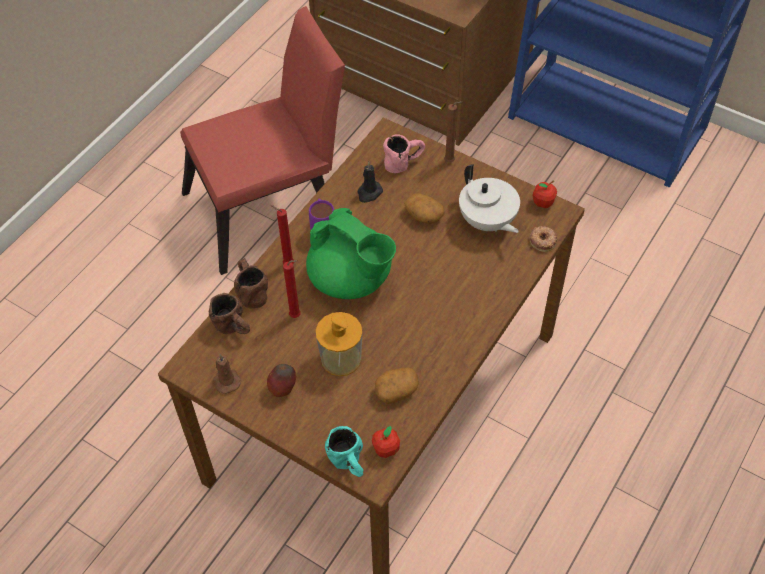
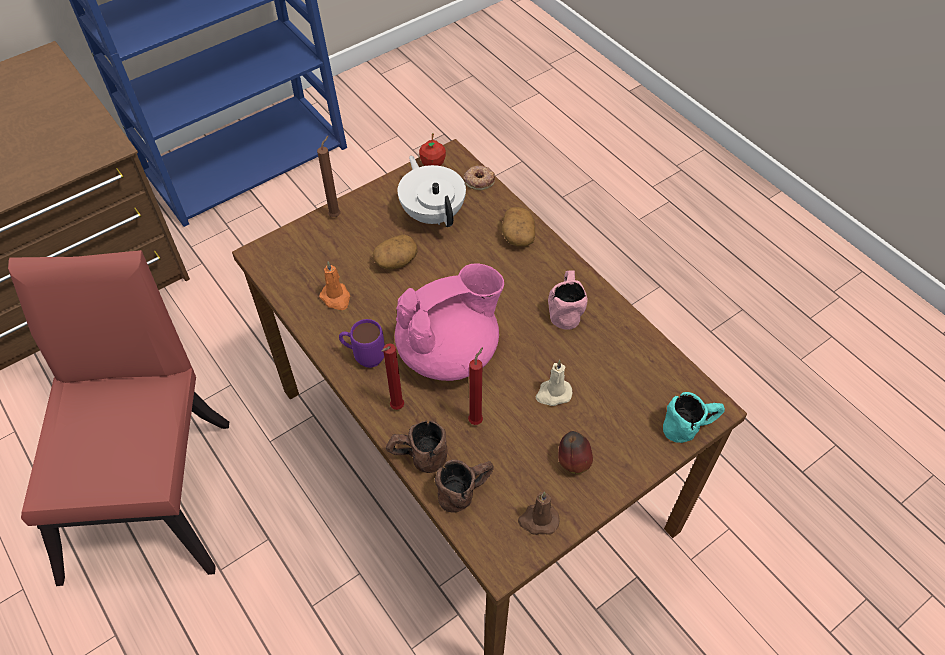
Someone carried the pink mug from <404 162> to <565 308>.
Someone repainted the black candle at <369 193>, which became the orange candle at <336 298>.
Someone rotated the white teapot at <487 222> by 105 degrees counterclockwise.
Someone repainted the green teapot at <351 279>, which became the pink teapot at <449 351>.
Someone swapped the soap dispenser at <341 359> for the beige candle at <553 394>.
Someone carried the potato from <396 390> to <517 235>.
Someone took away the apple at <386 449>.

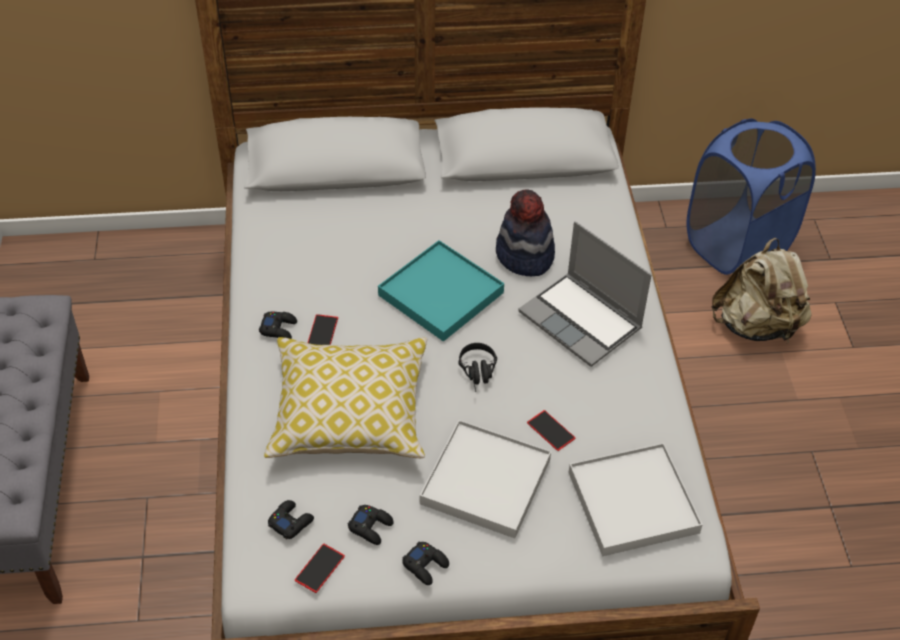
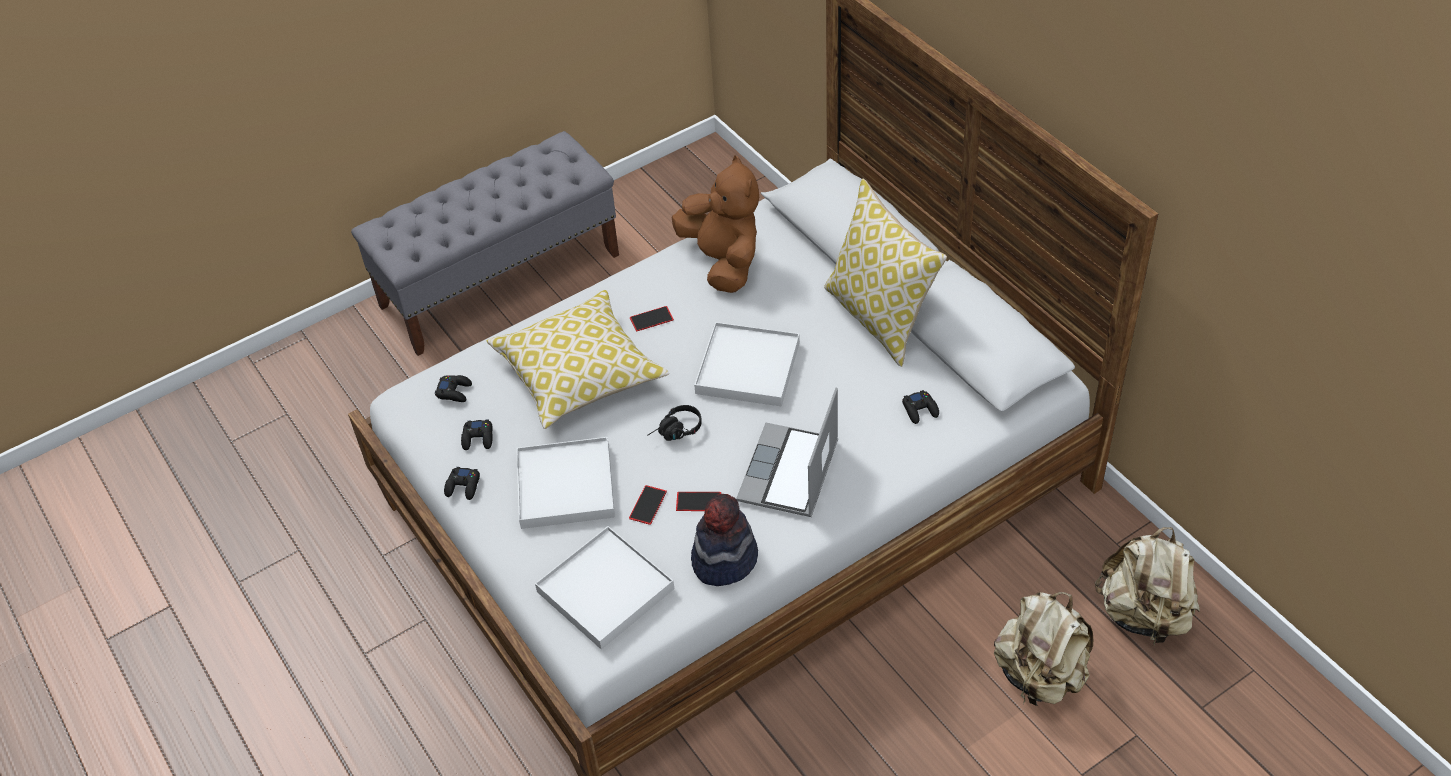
Someone swapped the blue laundry basket at <737 246> for the beige backpack at <1144 614>.
Someone carried the hat from <524 256> to <724 559>.
Someone repainted the turquoise tray at <441 293>, which became the white tray at <748 367>.
Someone carried the black game controller from <279 328> to <920 410>.
Someone carried the phone from <320 568> to <698 501>.
Someone put down the brown plush toy at <723 261>.
Someone put down the pillow at <880 318>.

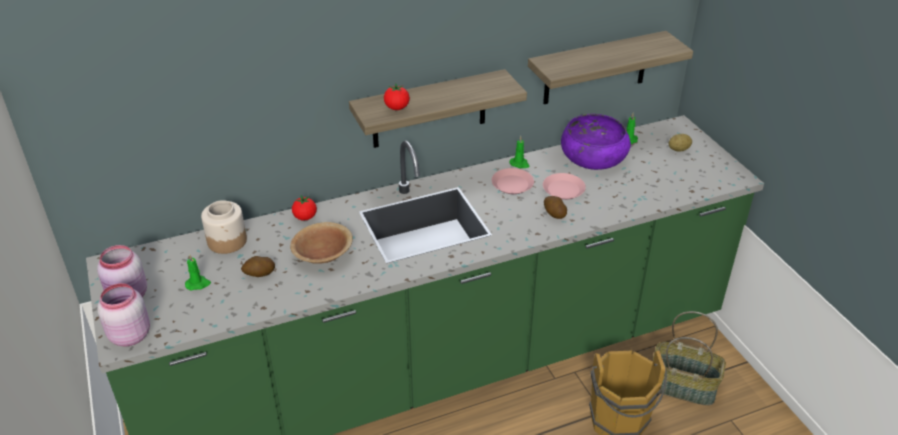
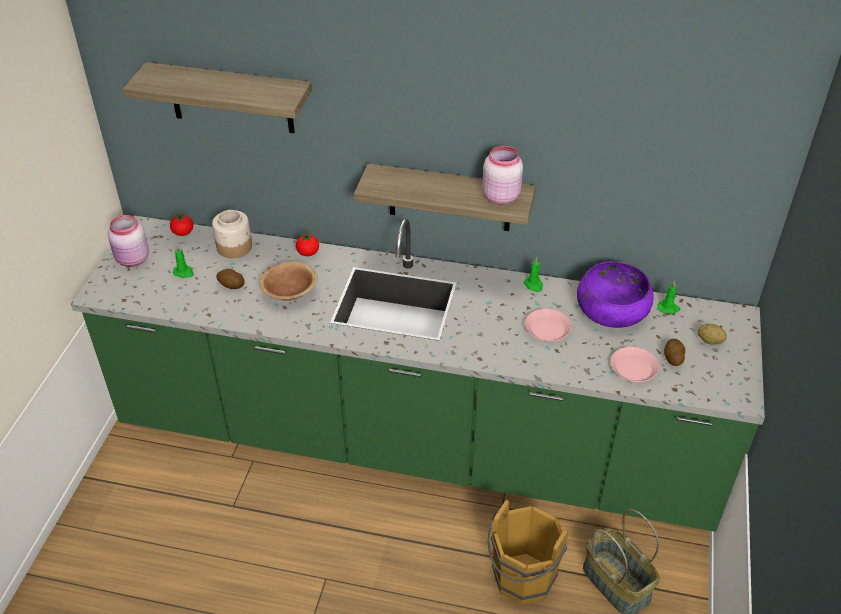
Someone carried the shelf from <596 68> to <231 98>.
Someone carried the tomato from <397 108> to <183 233>.
Someone carried the pink plate from <512 185> to <633 368>.
Someone carried the potato from <554 213> to <673 358>.
Someone carried the pink jar from <129 335> to <500 196>.

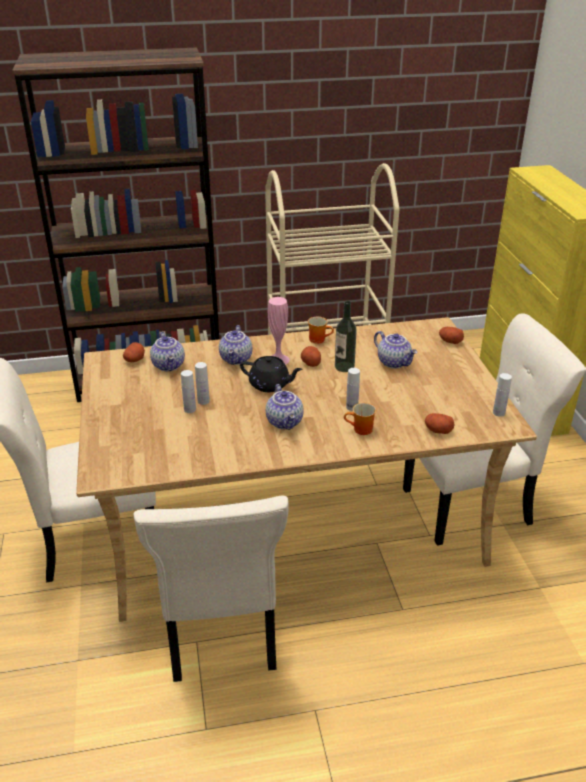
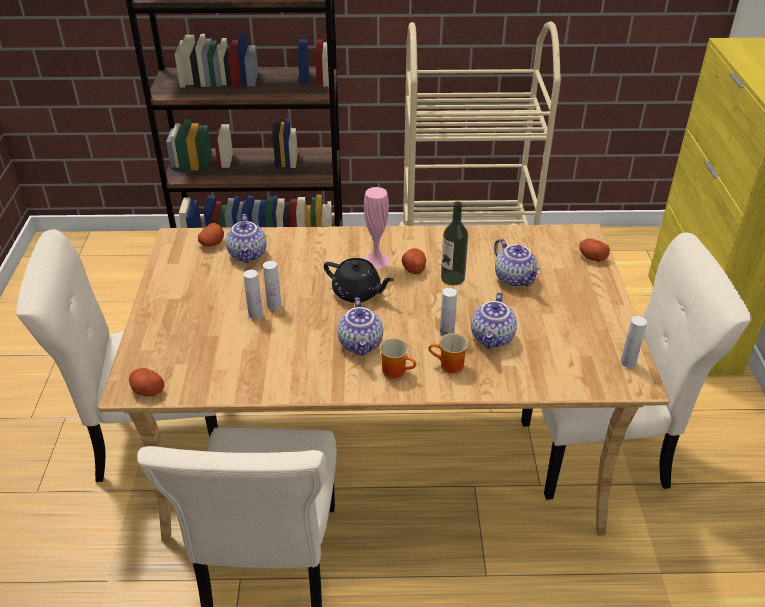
Someone carried the mug from <319 339> to <397 370>.
Someone carried the teapot from <237 359> to <493 338>.
Someone carried the potato from <437 430> to <147 390>.

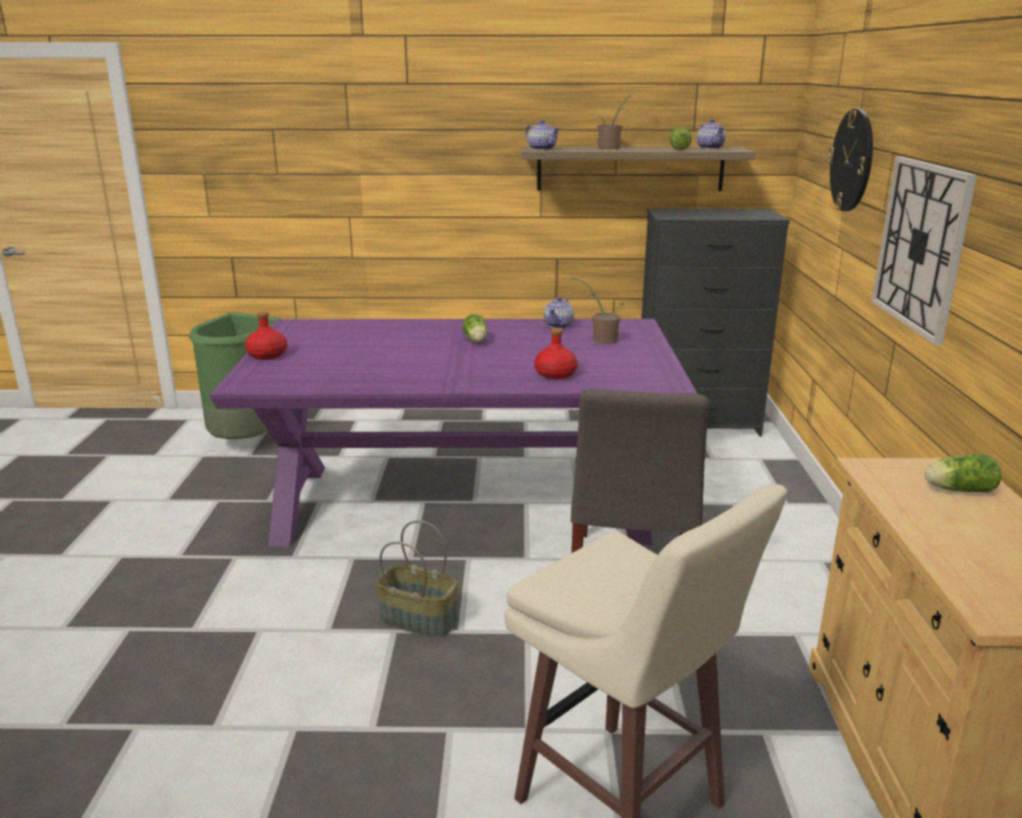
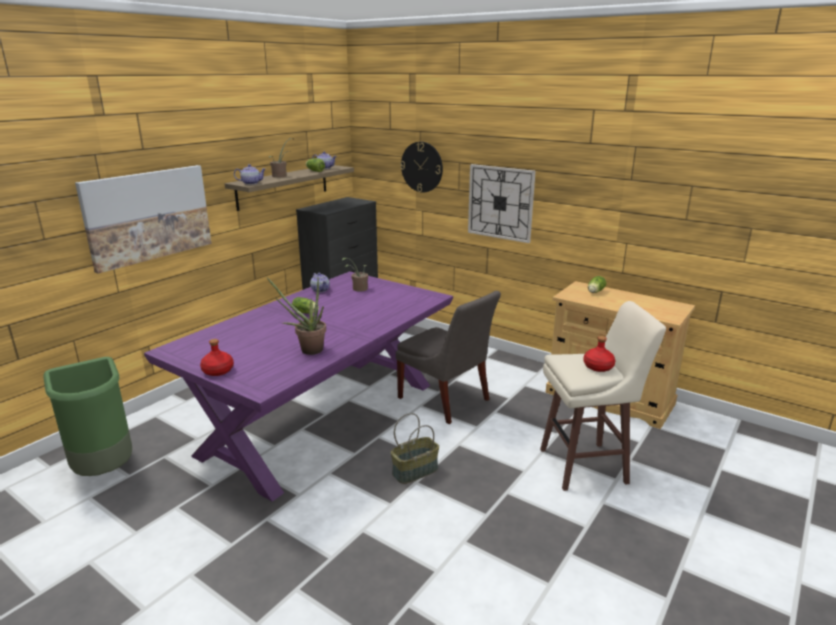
Someone carried the red bottle from <555 374> to <598 367>.
Someone put up the picture at <148 215>.
Someone put down the potted plant at <307 350>.

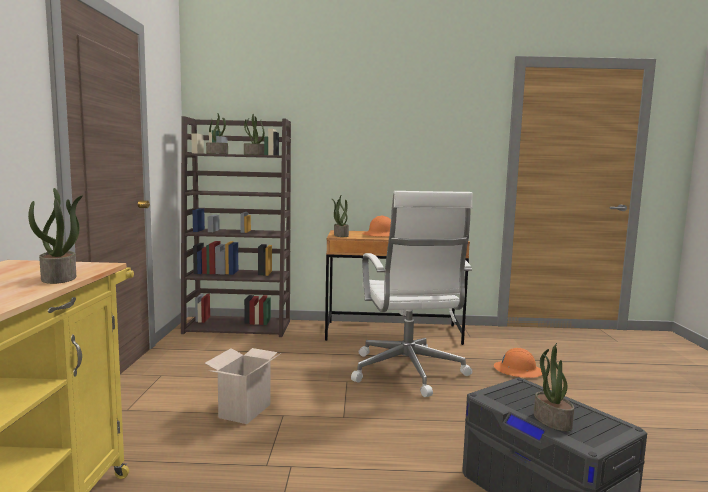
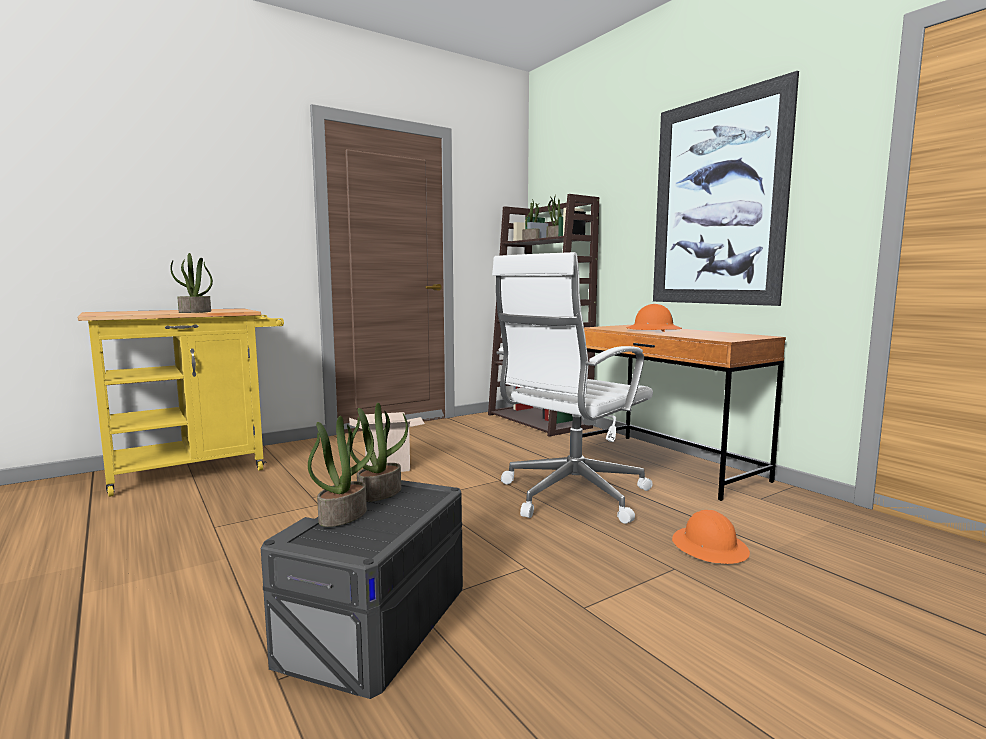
Someone carried the potted plant from <340 235> to <379 493>.
Someone put up the picture at <717 201>.

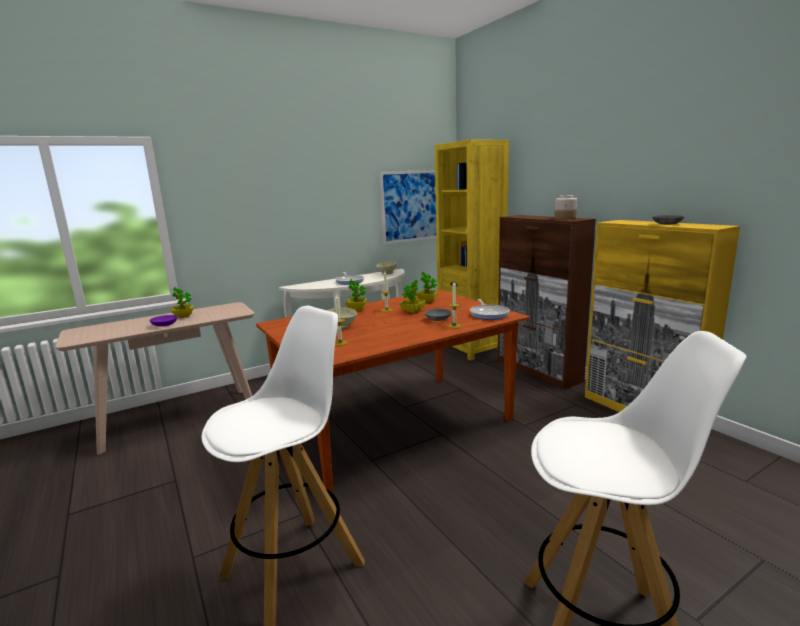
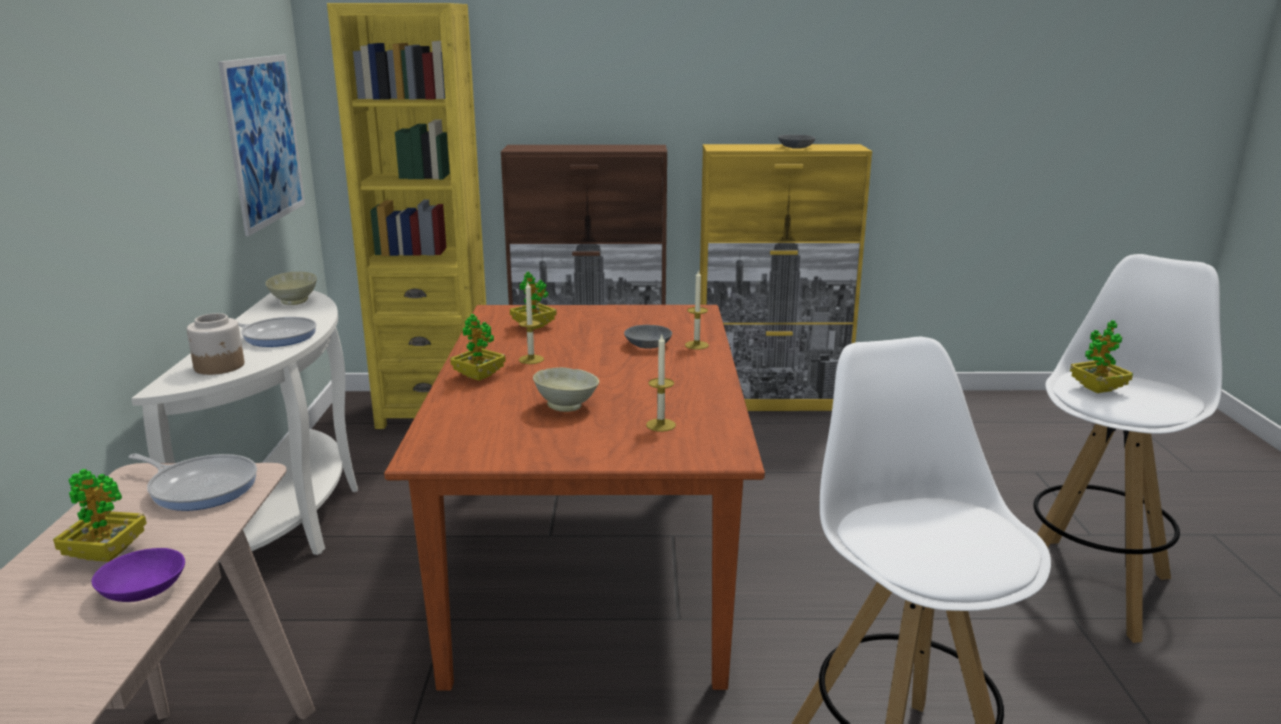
Someone carried the jar from <565 218> to <220 366>.
Someone carried the potted plant from <413 311> to <1097 388>.
Someone carried the frying pan from <489 314> to <200 487>.

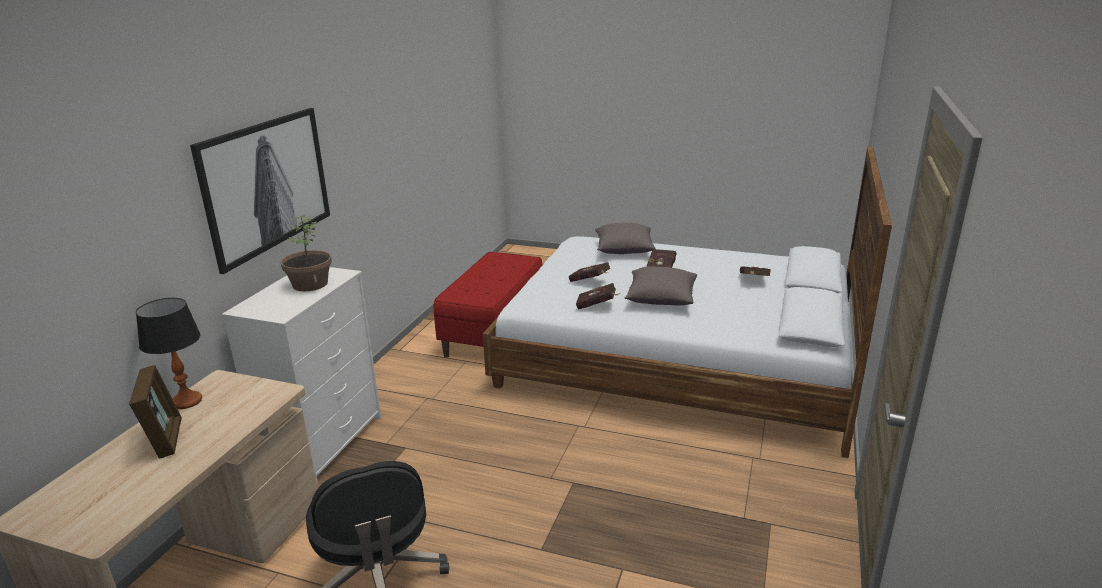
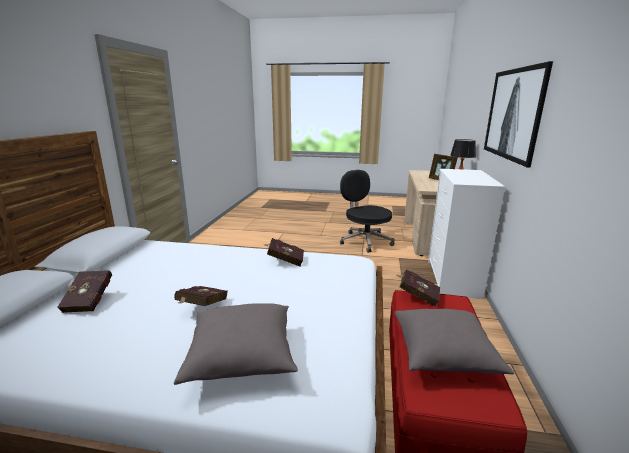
Someone took away the potted plant at <309 284>.
Someone carried the red book from <590 282> to <417 296>.
Someone carried the grey pillow from <660 299> to <444 355>.

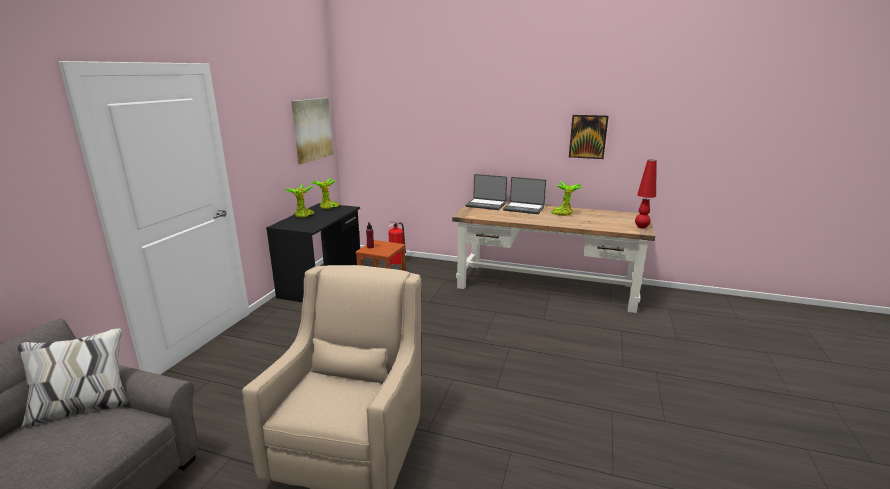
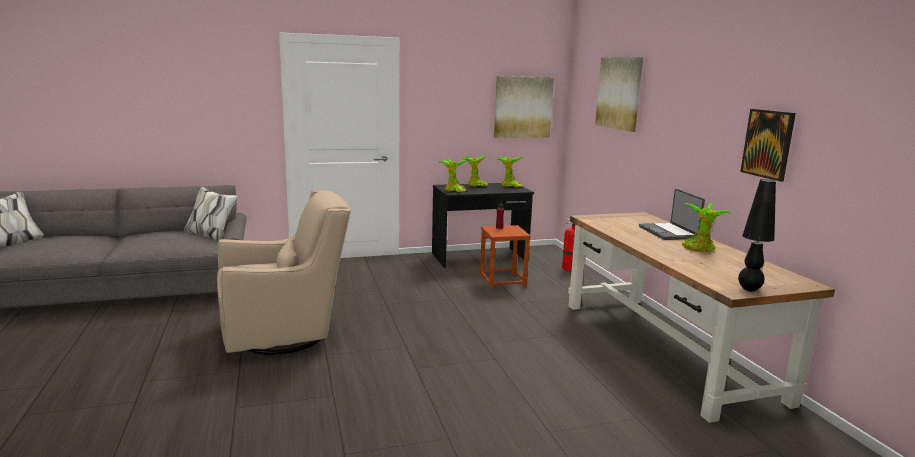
Someone repainted the red table lamp at <641 227>, which became the black table lamp at <749 289>.
Someone took away the laptop at <486 205>.
Someone put up the picture at <619 93>.
Someone put down the potted plant at <453 190>.

